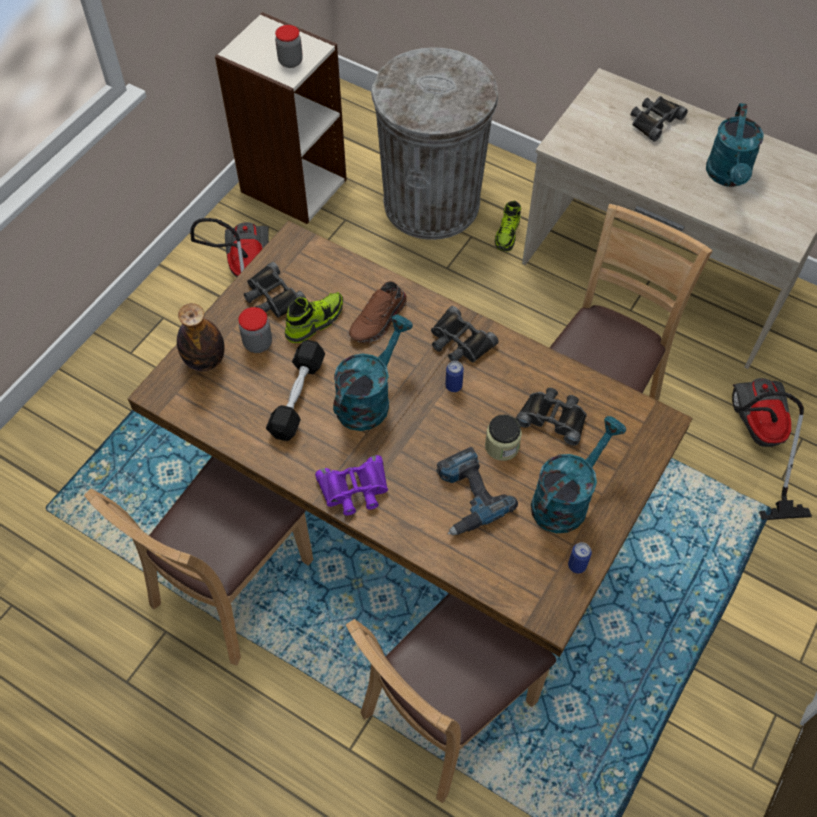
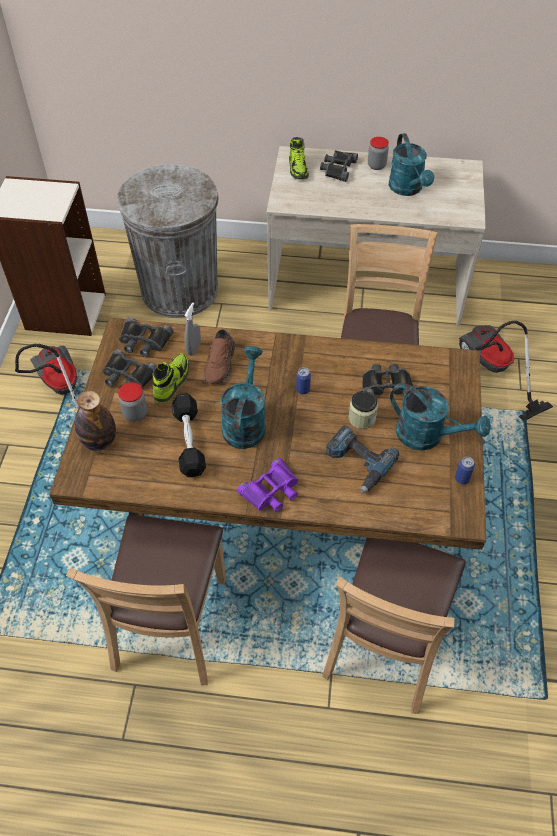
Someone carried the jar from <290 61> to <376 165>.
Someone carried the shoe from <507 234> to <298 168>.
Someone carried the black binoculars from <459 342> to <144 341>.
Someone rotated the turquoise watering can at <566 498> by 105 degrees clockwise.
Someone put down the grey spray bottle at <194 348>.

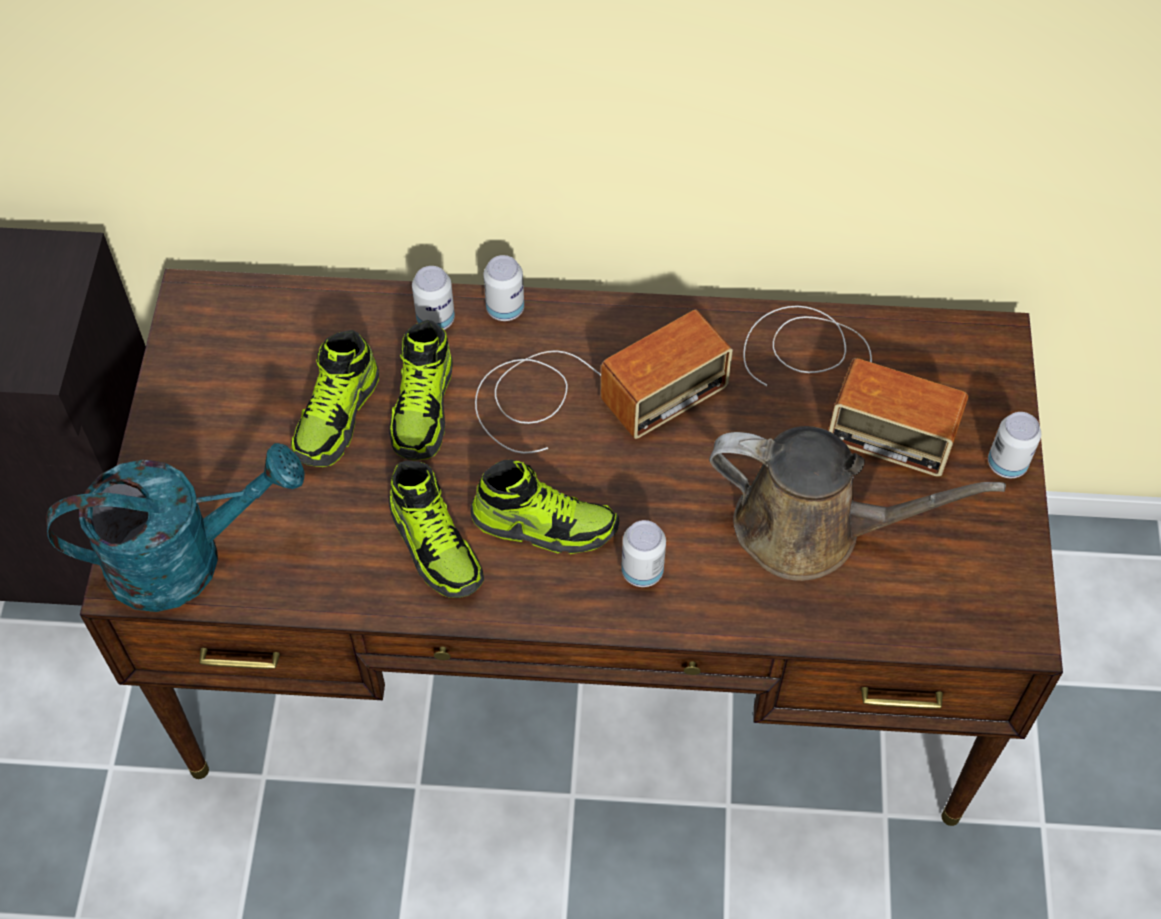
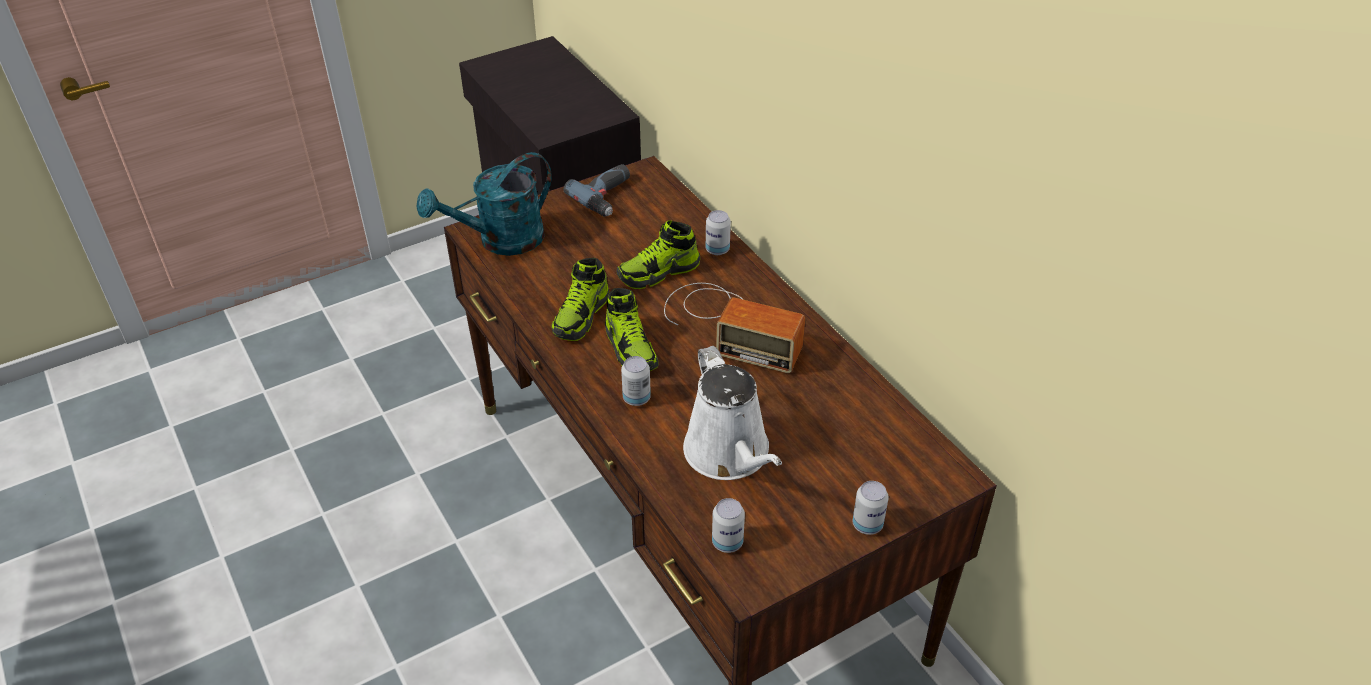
Someone carried the can from <505 309> to <727 542>.
Someone took away the radio at <844 385>.
Someone took away the shoe at <337 417>.
Someone repainted the brown watering can at <811 529>, which became the white watering can at <730 455>.
Someone rotated the turquoise watering can at <185 557> by 105 degrees clockwise.
Someone put down the power drill at <608 196>.

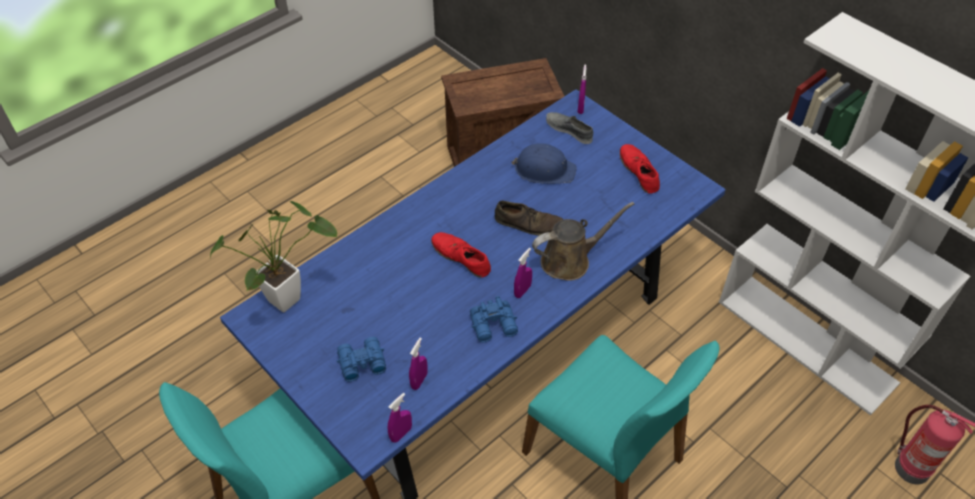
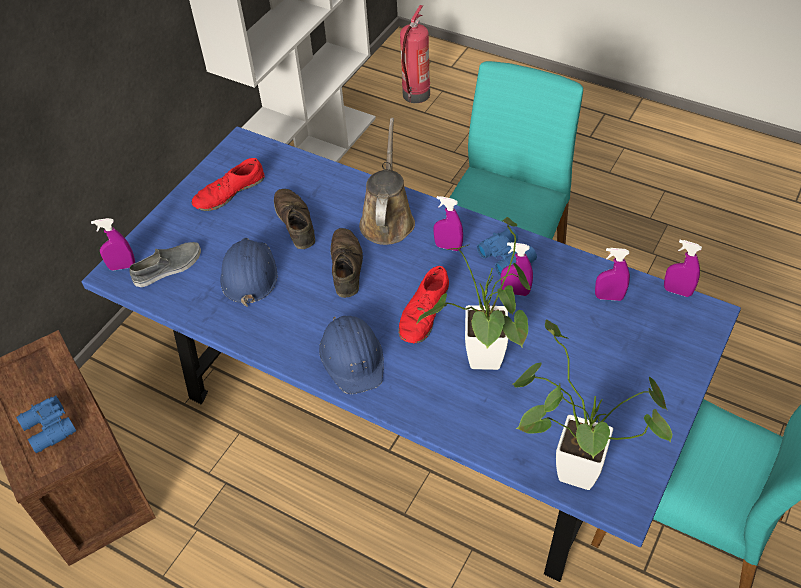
Someone rotated the grey shoe at <569 130> by 150 degrees counterclockwise.
Someone rotated the brown watering can at <570 260> by 45 degrees clockwise.
Someone carried the blue binoculars from <361 362> to <48 430>.
Someone put down the brown shoe at <295 222>.
Someone put down the potted plant at <484 366>.
Someone put down the purple spray bottle at <515 292>.
Someone put down the blue hard hat at <353 357>.

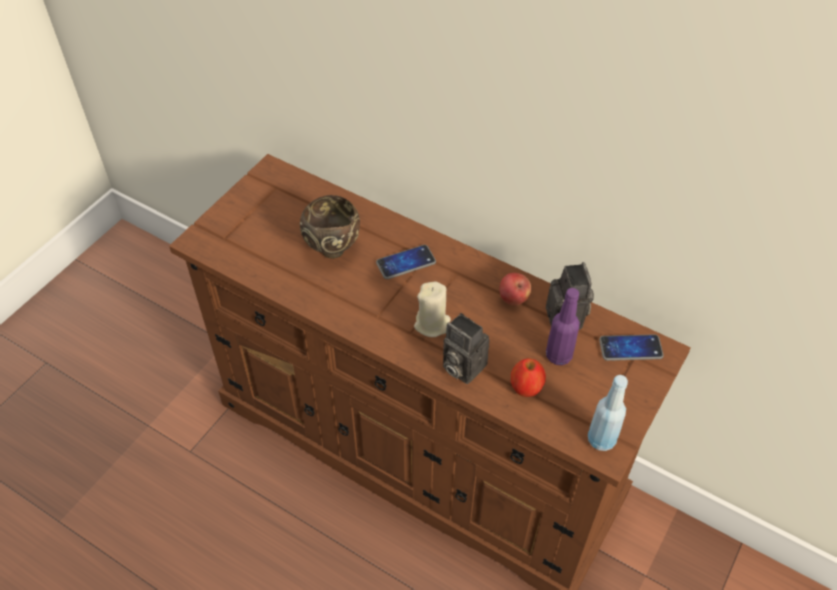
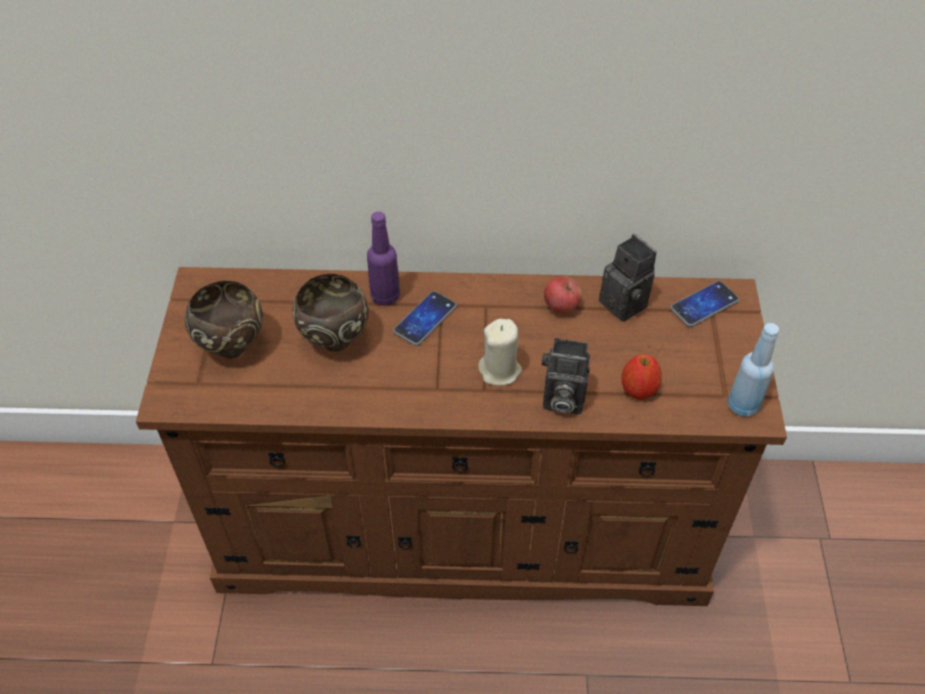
Someone carried the purple bottle from <558 355> to <385 296>.
Someone put down the brown bowl at <233 345>.

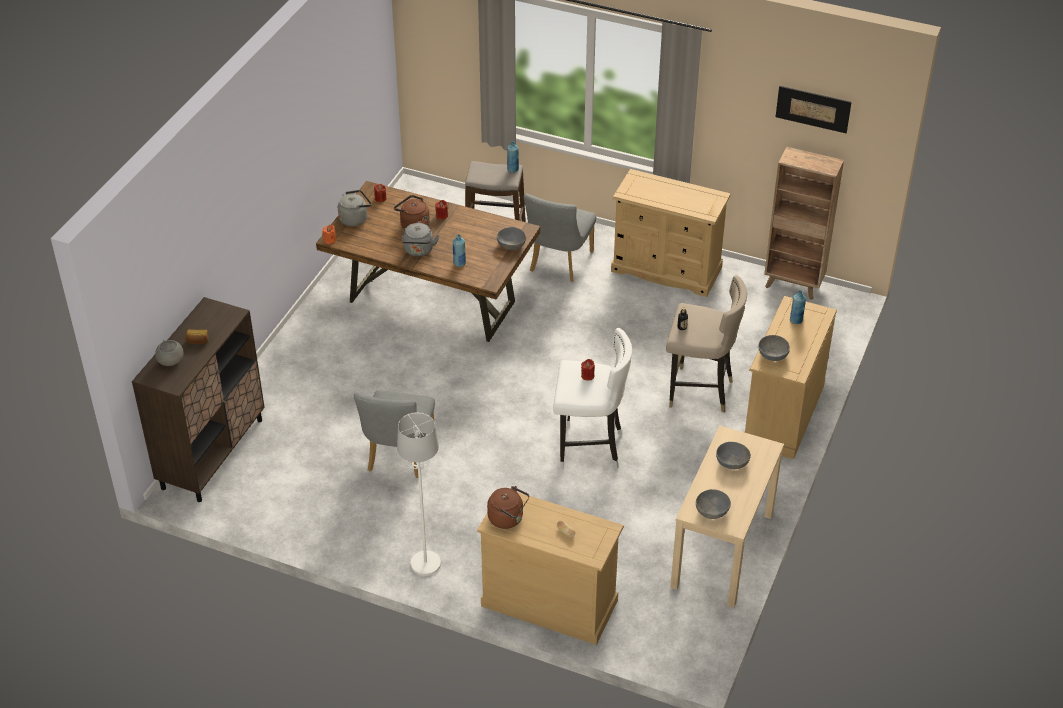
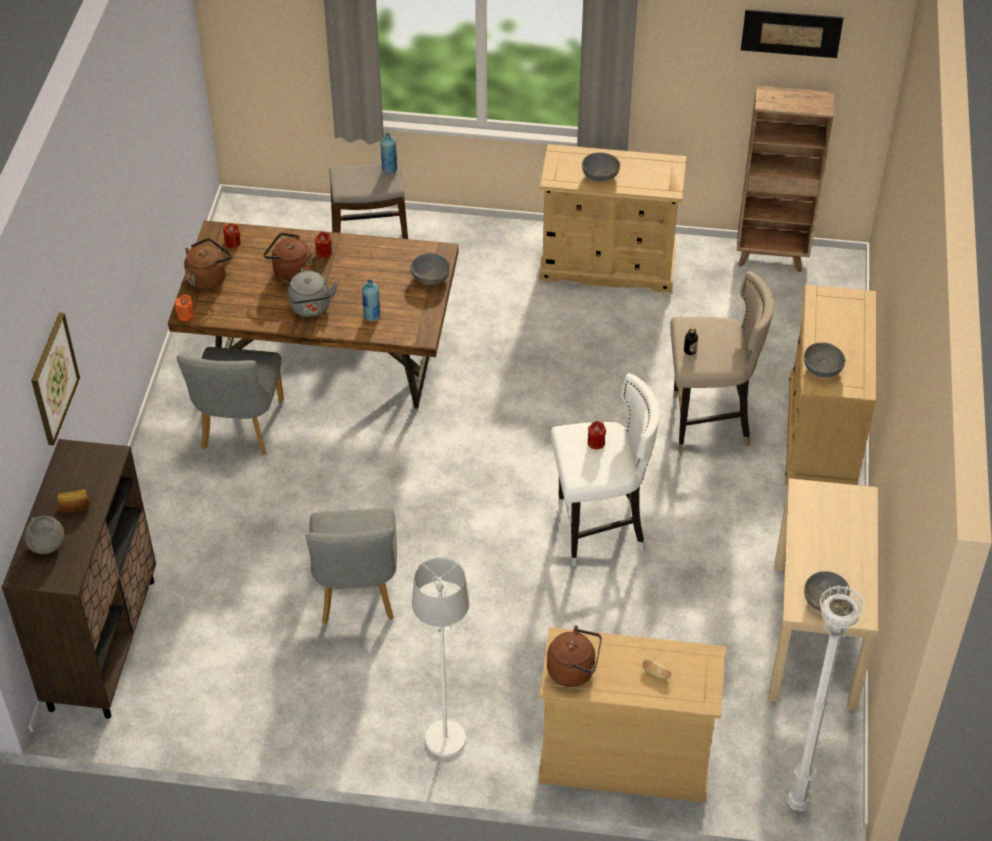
Someone repainted the grey kettle at <355 219>, which became the brown kettle at <208 278>.
Someone carried the grey chair from <558 264> to <239 430>.
Someone took away the blue bottle at <796 320>.
Someone carried the grey bowl from <732 462> to <600 175>.
Someone put up the picture at <53 378>.
Someone put down the white floor lamp at <796 805>.

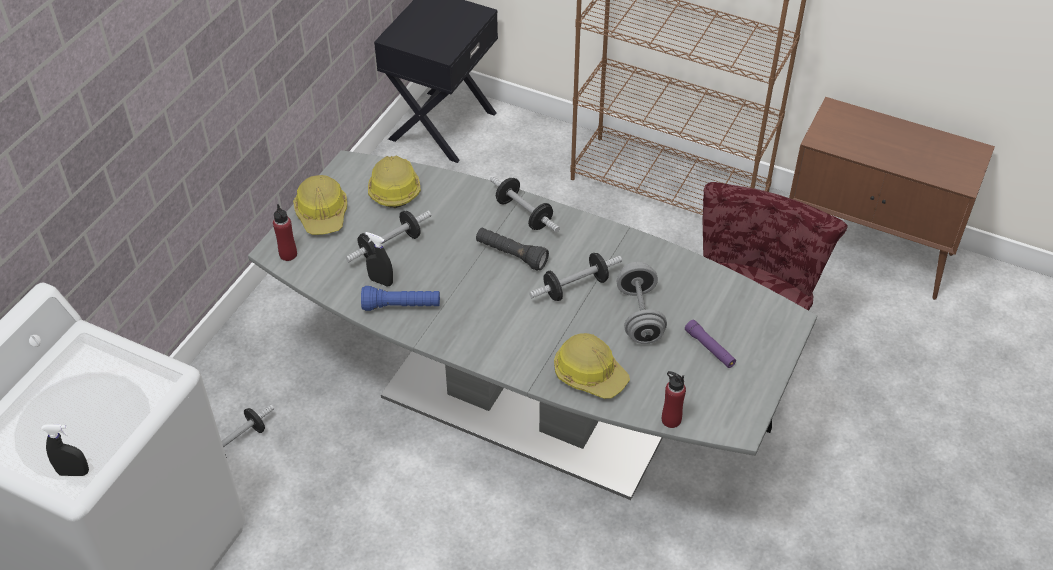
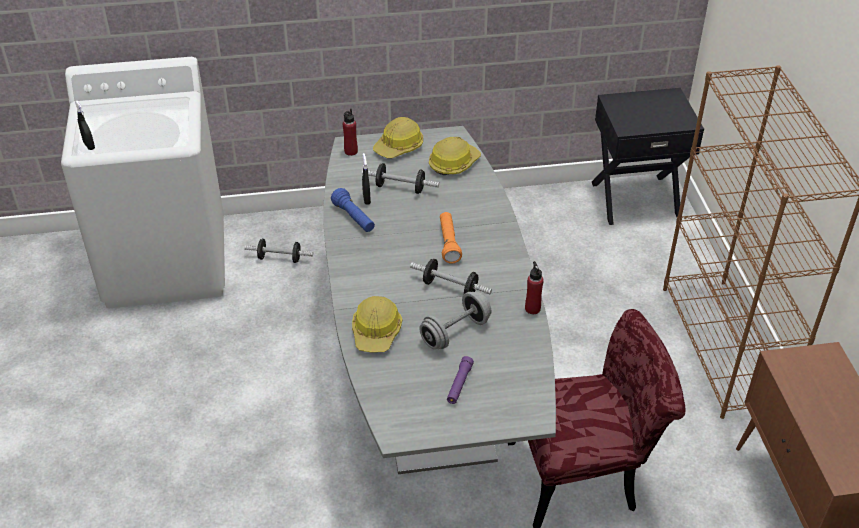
Someone took away the dumbbell at <524 214>.
Someone repainted the black flashlight at <511 255>, which became the orange flashlight at <448 243>.
Someone carried the red bottle from <671 420> to <532 308>.

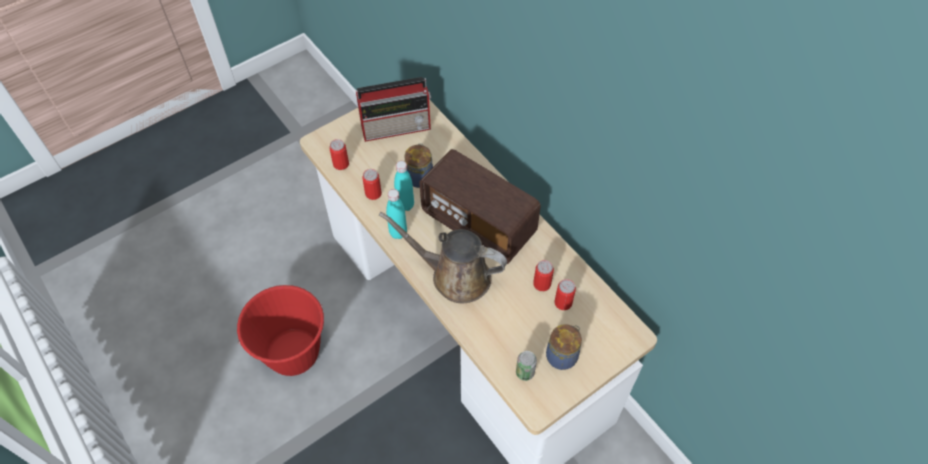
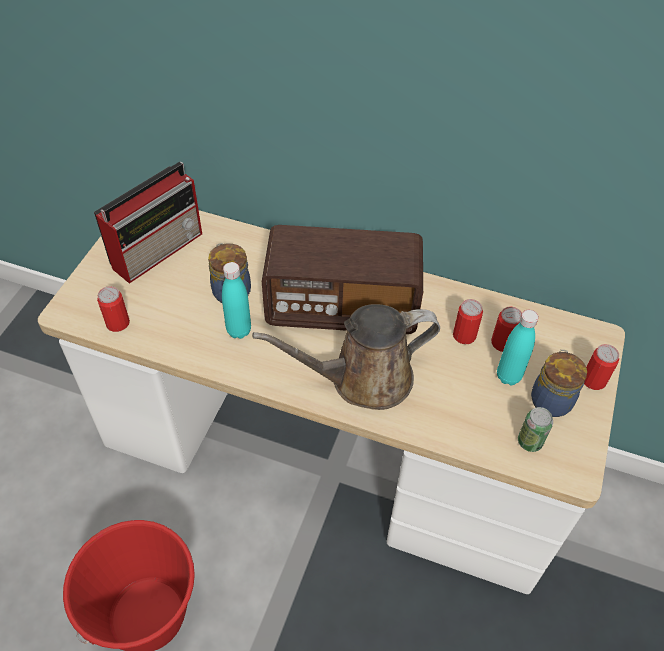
Someone carried the can from <373 193> to <593 380>.
Someone carried the turquoise bottle from <398 233> to <508 376>.

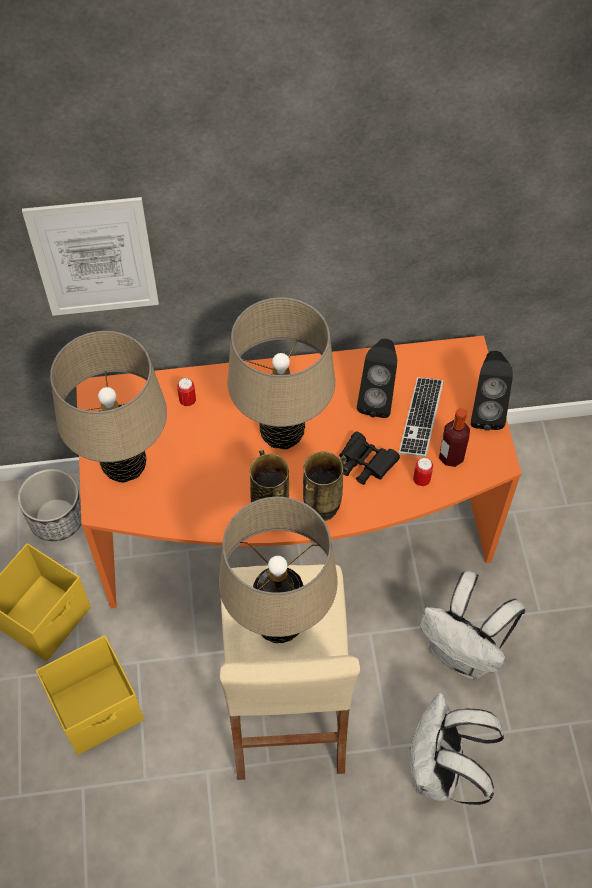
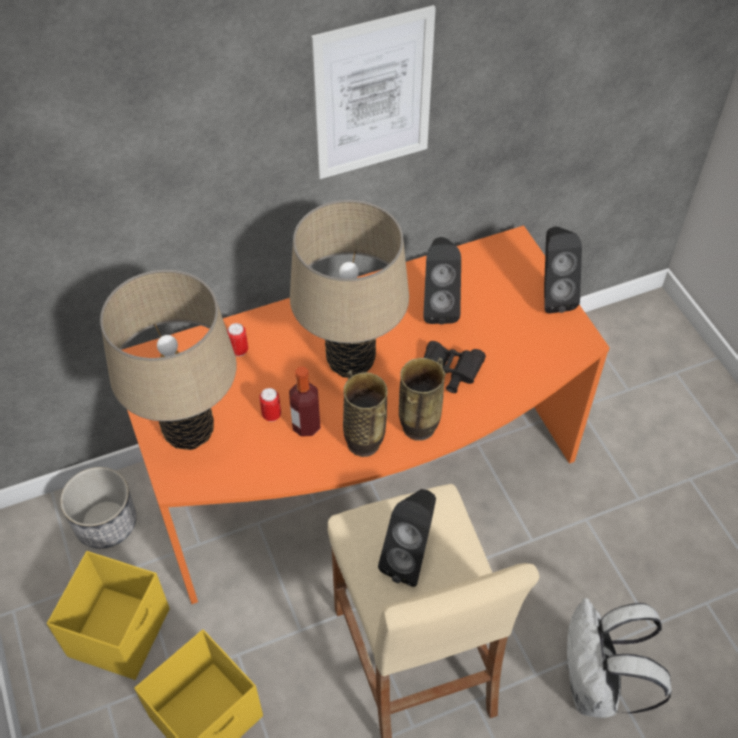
Someone carried the picture from <94 258> to <373 95>.
Someone took away the keyboard at <421 418>.
Someone carried the bottle from <451 457> to <306 426>.
Someone carried the can from <421 480> to <271 415>.
Someone swapped the beige table lamp at <279 622> for the black speaker at <410 558>.
Someone took away the white backpack at <463 653>.

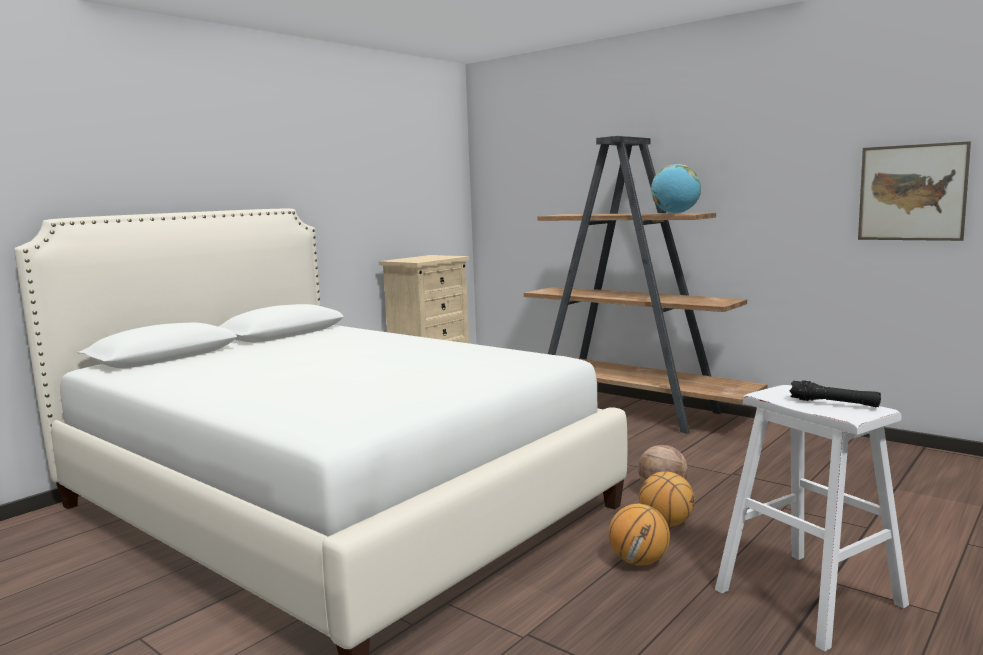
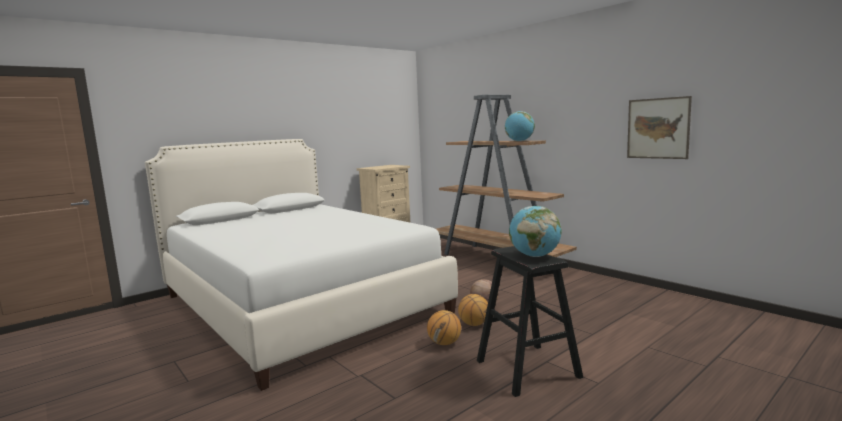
Someone swapped the black flashlight at <834 403> for the globe at <534 256>.
Someone repainted the white stool at <809 597>, which became the black stool at <527 369>.

